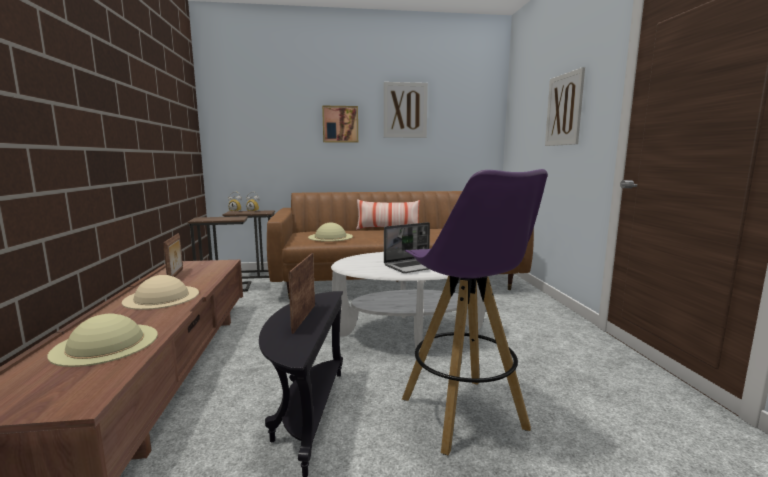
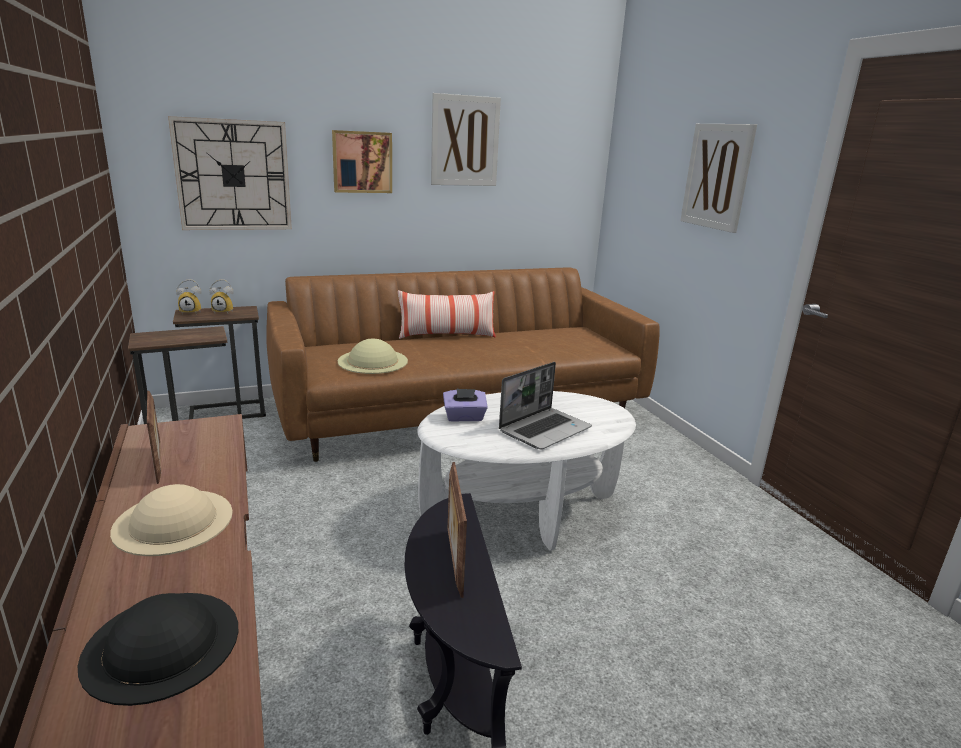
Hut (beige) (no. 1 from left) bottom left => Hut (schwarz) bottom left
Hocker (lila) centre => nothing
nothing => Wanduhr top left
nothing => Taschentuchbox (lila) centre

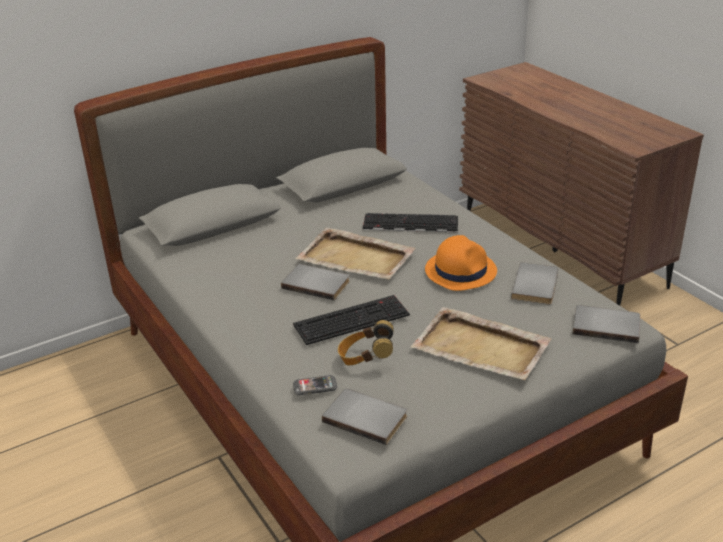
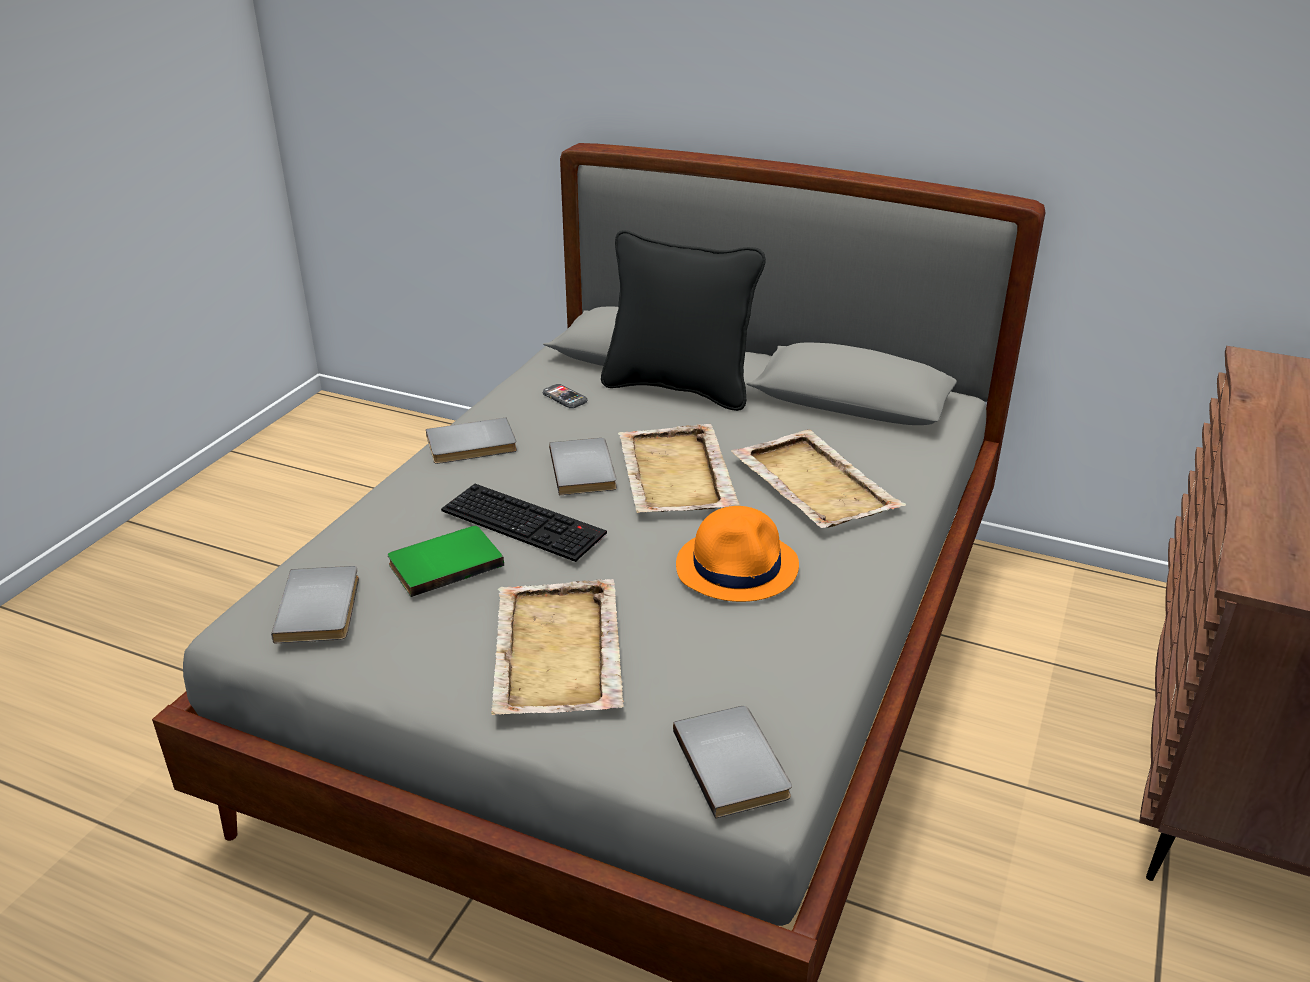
Handy bottom centre => Handy centre, relocated
Kopfhörer centre => Buch (grün) centre
Tastatur (no. 2 from left) centre => Tablett (beige) (no. 3 from left) centre
Buch (grau) (no. 3 from left in the first image) middle right => Buch (grau) (no. 2 from left) centre, relocated
nothing => Kissen (schwarz) top centre

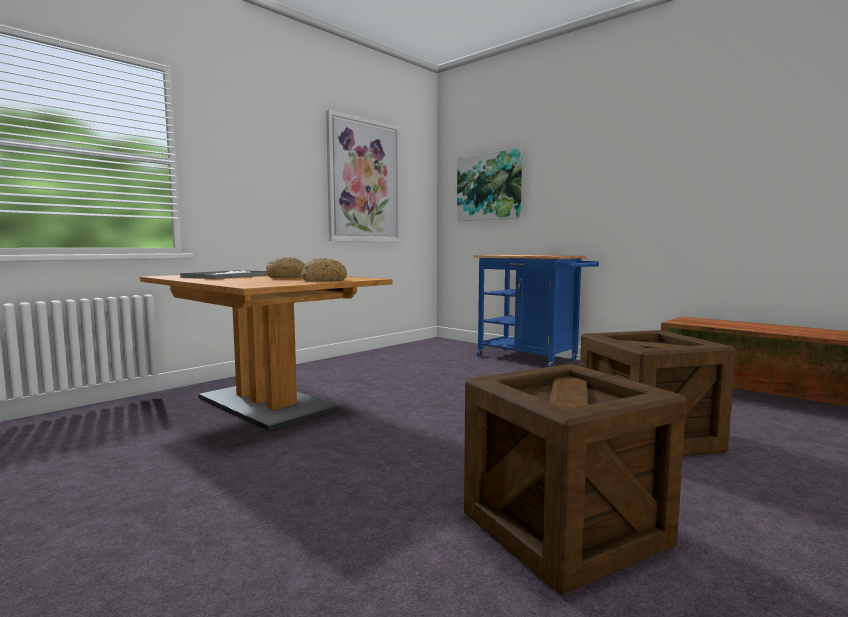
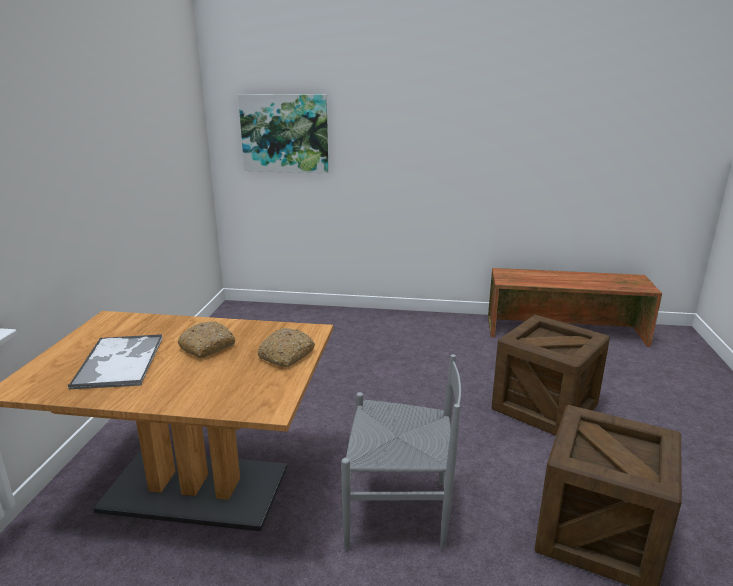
Bild (no. 1 from left) top centre => nothing
Rollwagen (blau) centre => nothing
nothing => Stuhl (grau) bottom centre

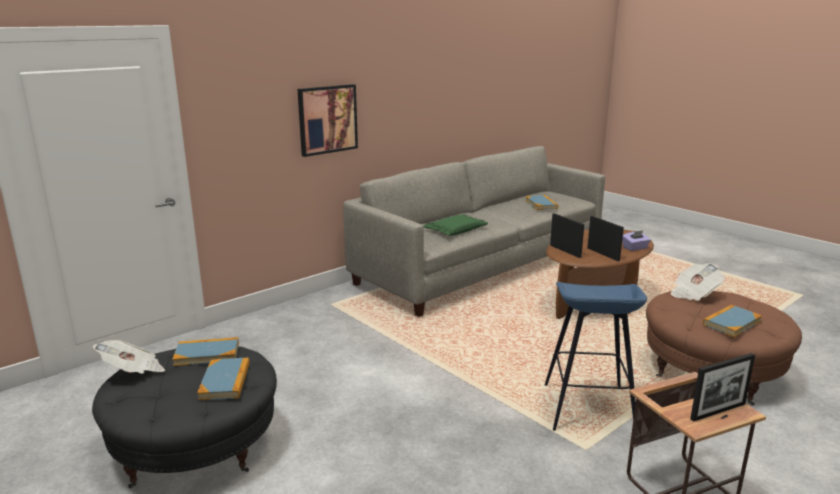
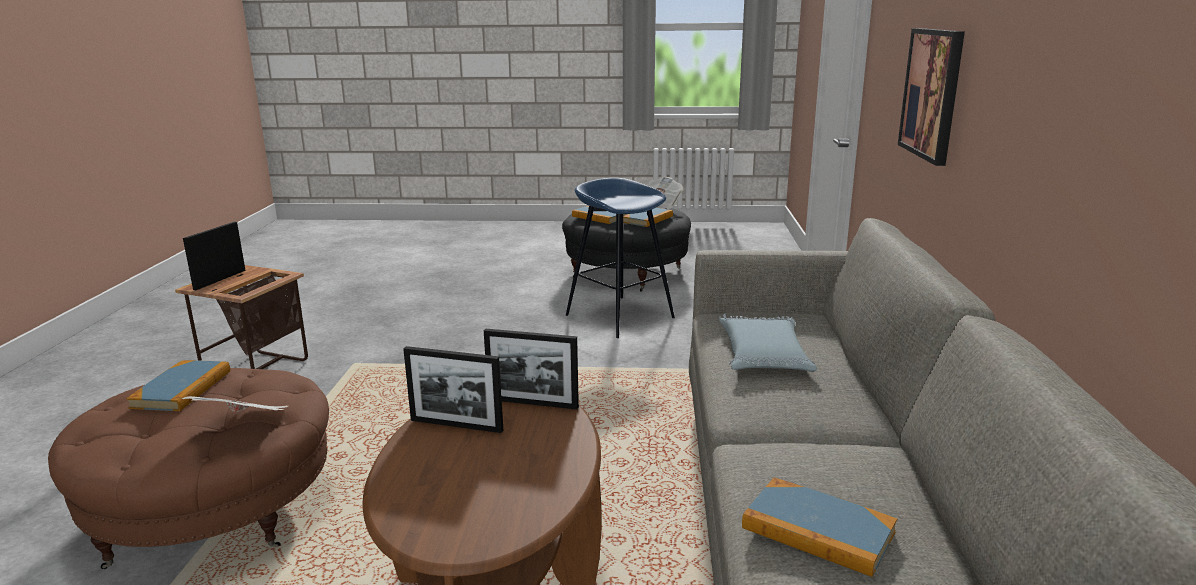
Kissen (grün) centre => Kissen (blau) centre
Hocker (blau) bottom right => Hocker (blau) centre, relocated
Taschentuchbox (lila) middle right => nothing

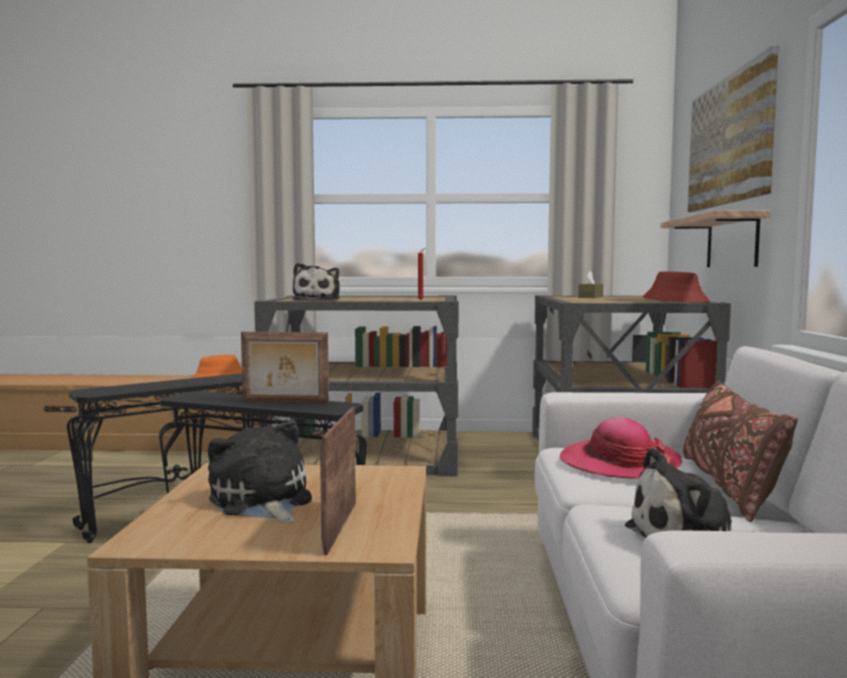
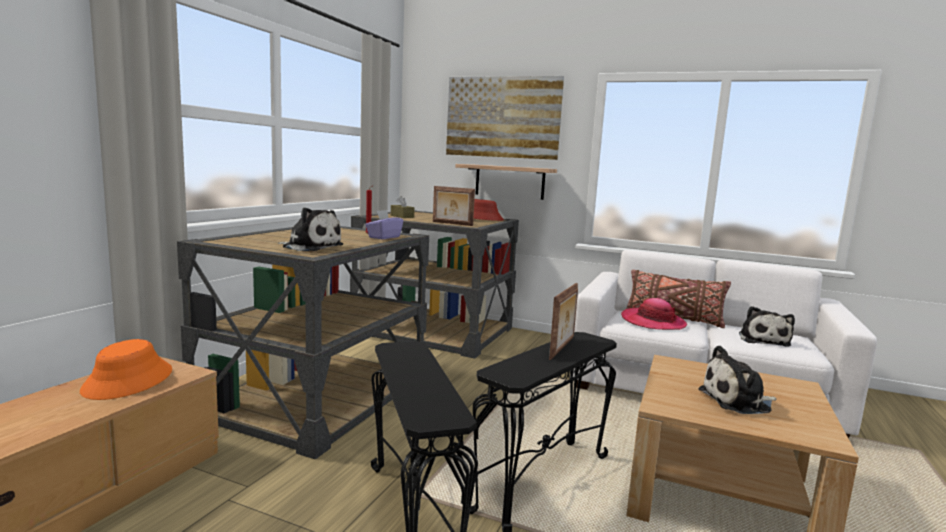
Bilderrahmen (no. 2 from left in the first image) bottom centre => Bilderrahmen (no. 1 from left) centre, relocated
nothing => Taschentuchbox (lila) centre

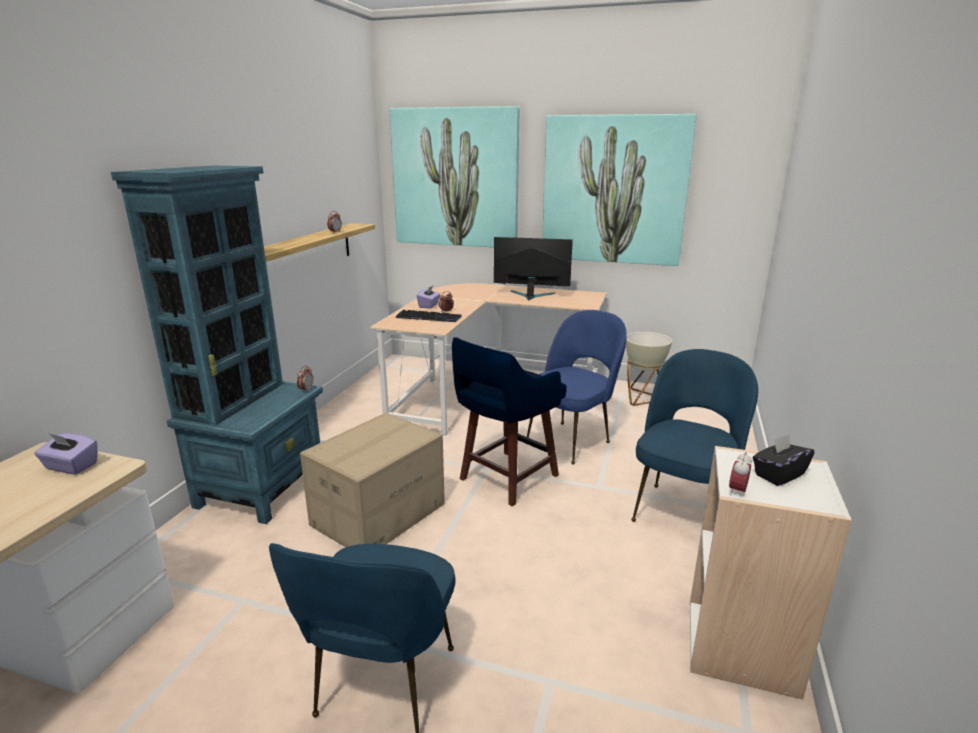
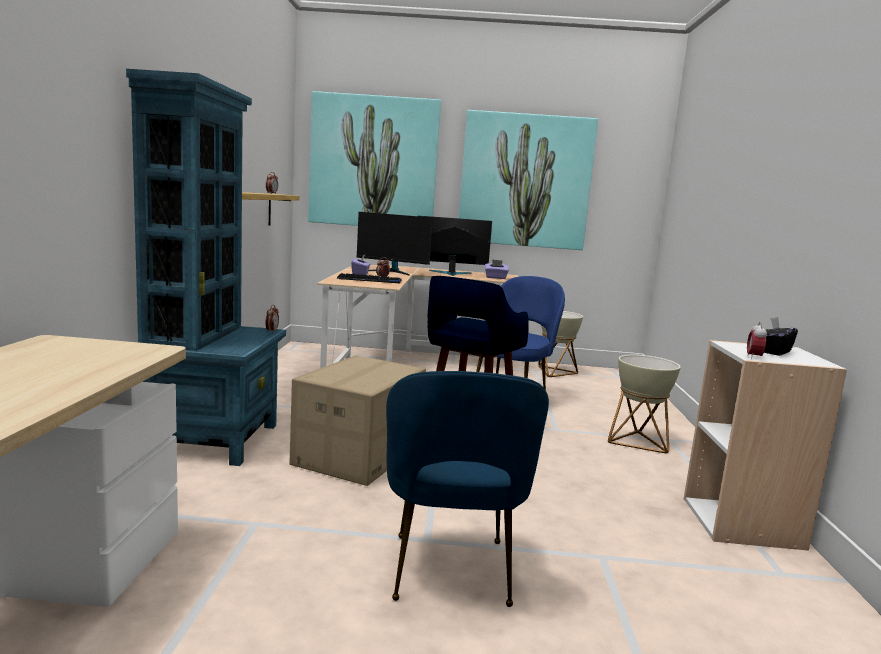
Taschentuchbox (lila) (no. 1 from left in the first image) middle left => Taschentuchbox (lila) (no. 2 from left) centre, relocated
Stuhl (blau) (no. 3 from left) middle right => Pflanzkübel (no. 2 from left) middle right
nothing => Monitor (no. 1 from left) centre

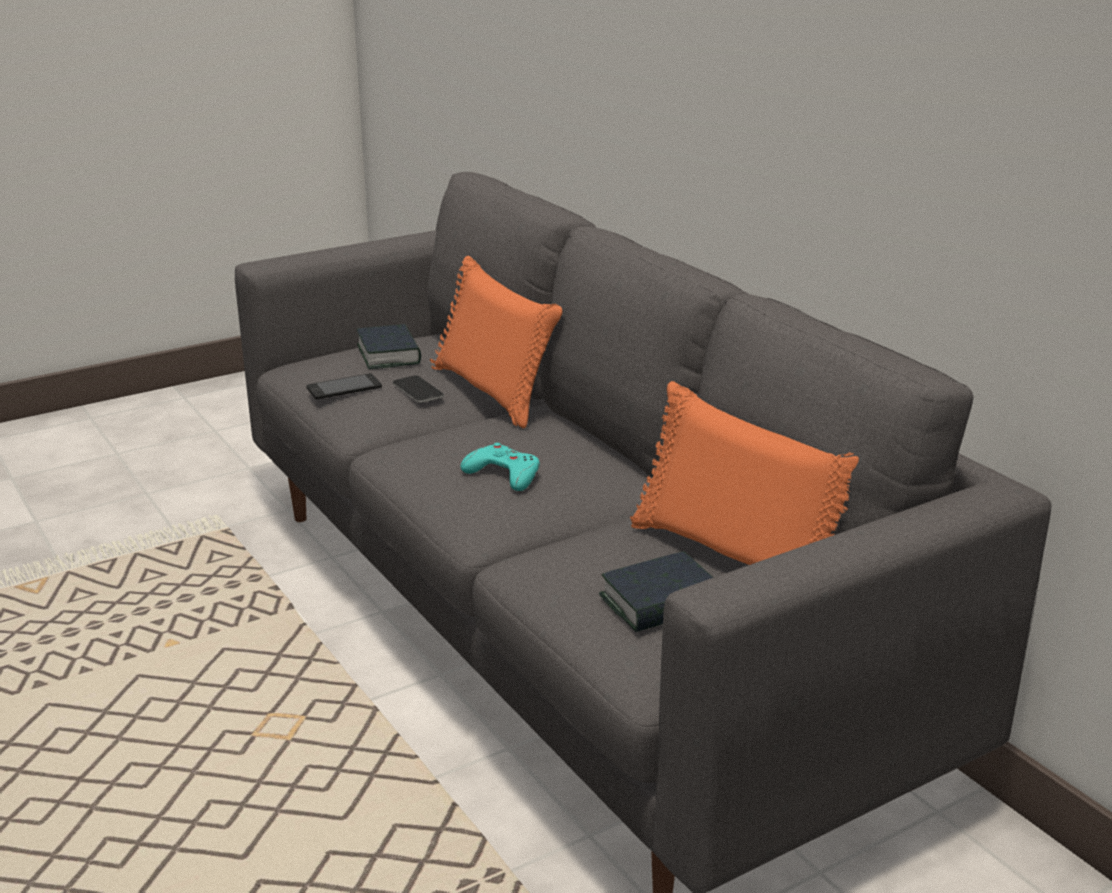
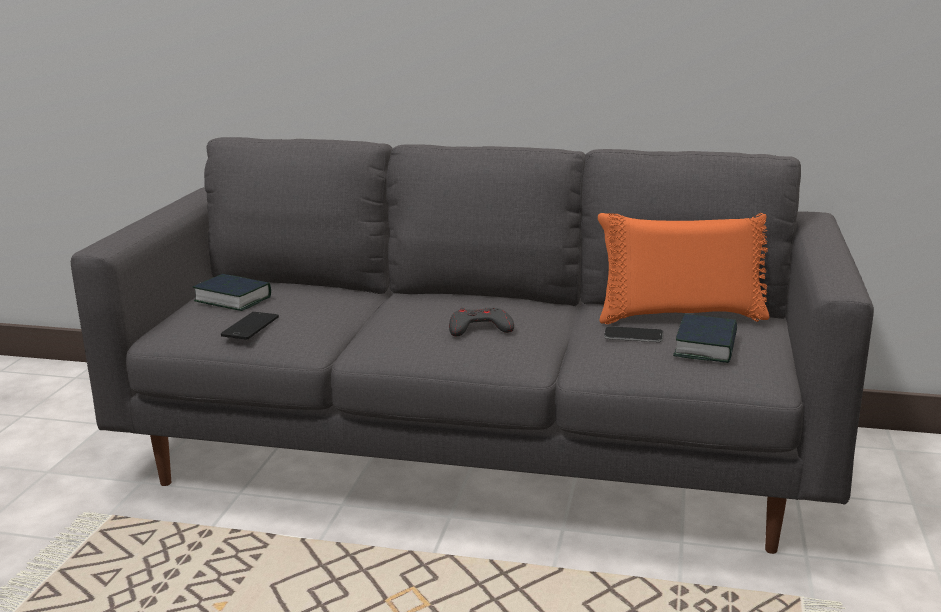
Handy (no. 2 from left) centre => Handy (no. 2 from left) middle right, relocated
Kissen (orange) (no. 1 from left) centre => nothing
Gamepad (türkis) centre => Gamepad (grau) centre

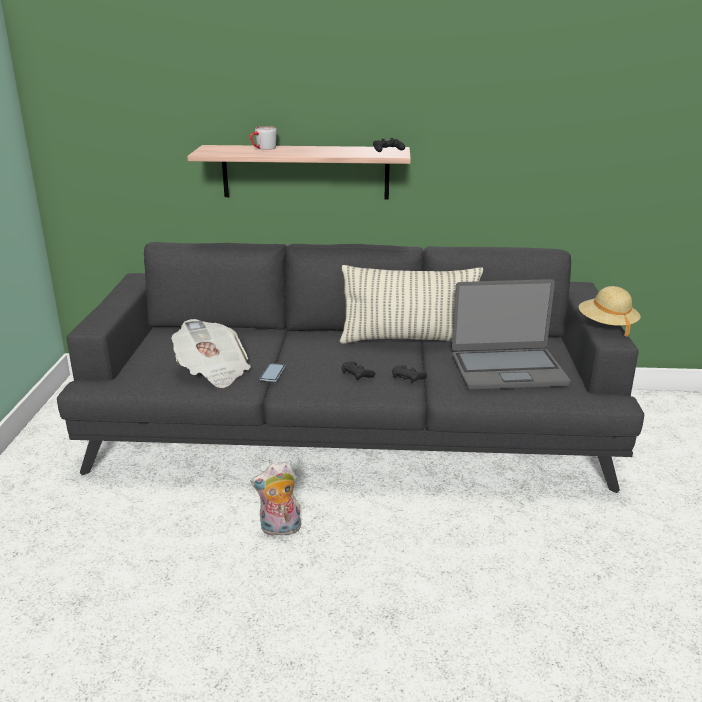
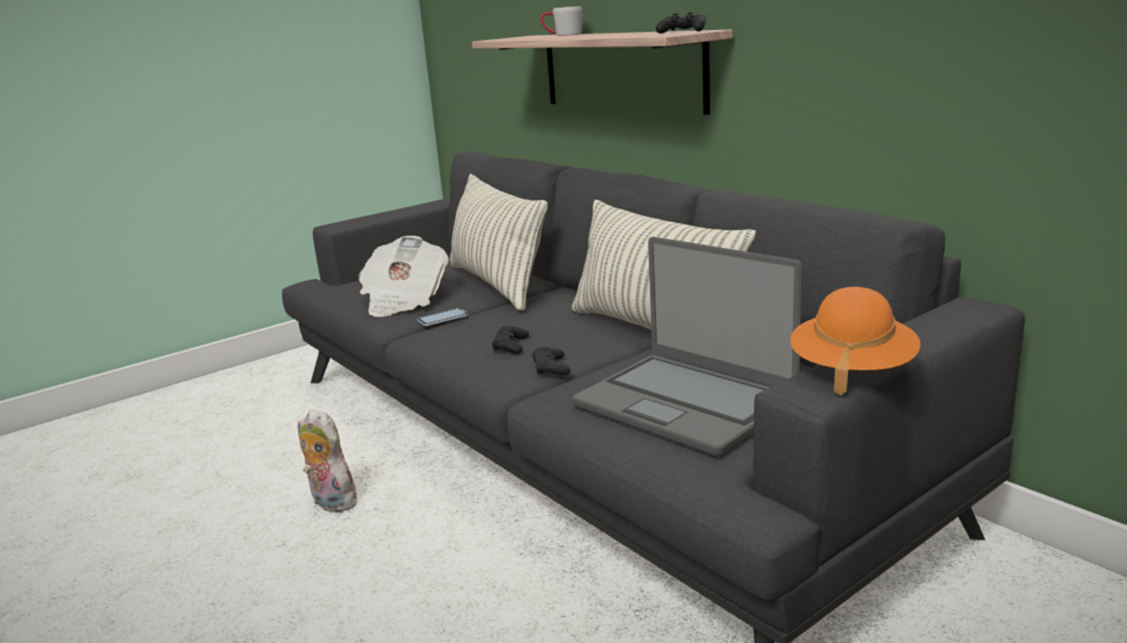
Hut (beige) middle right => Hut (orange) middle right
nothing => Kissen (no. 1 from left) centre

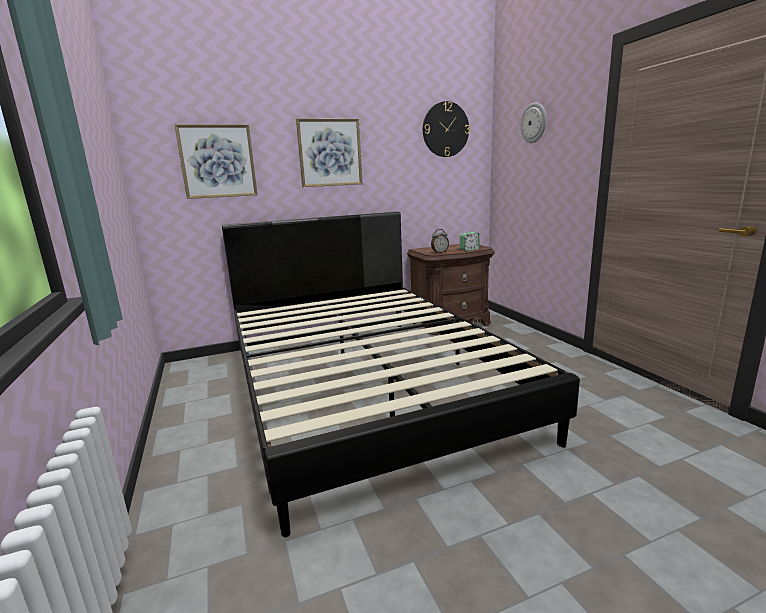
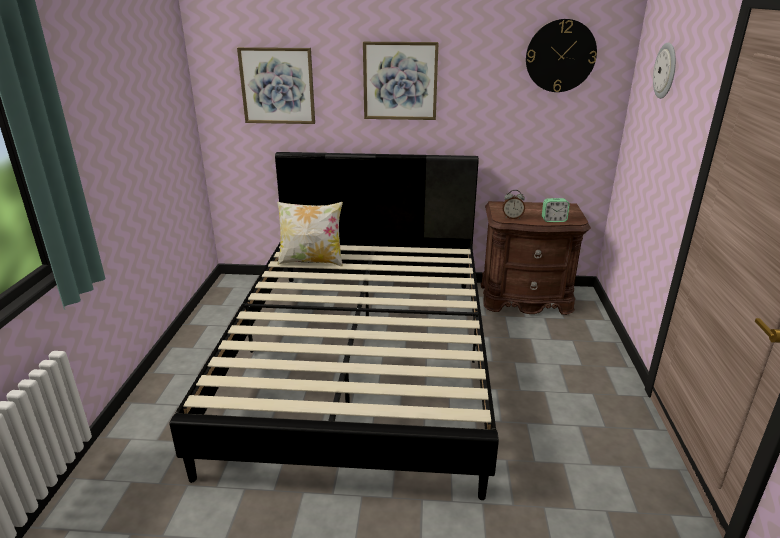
nothing => Kissen centre

